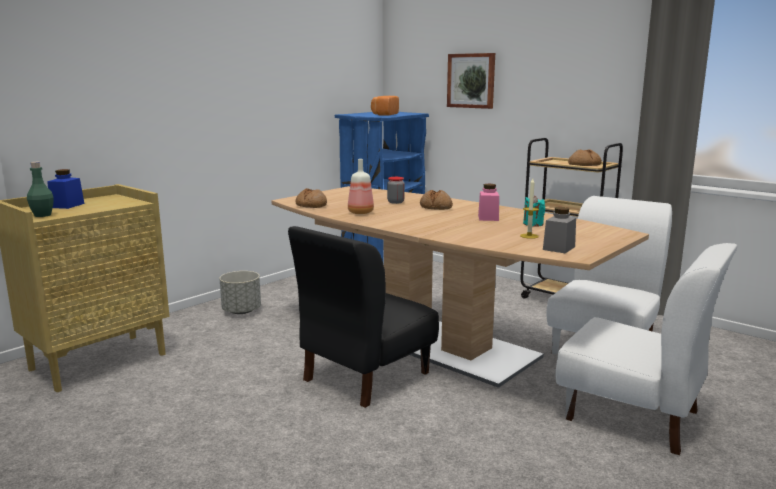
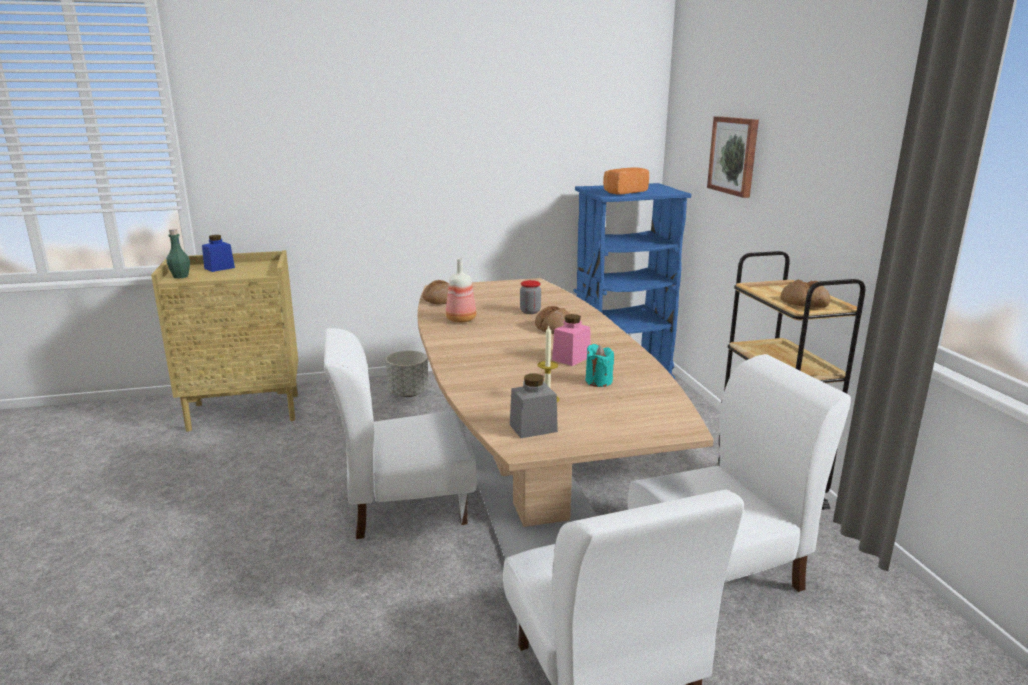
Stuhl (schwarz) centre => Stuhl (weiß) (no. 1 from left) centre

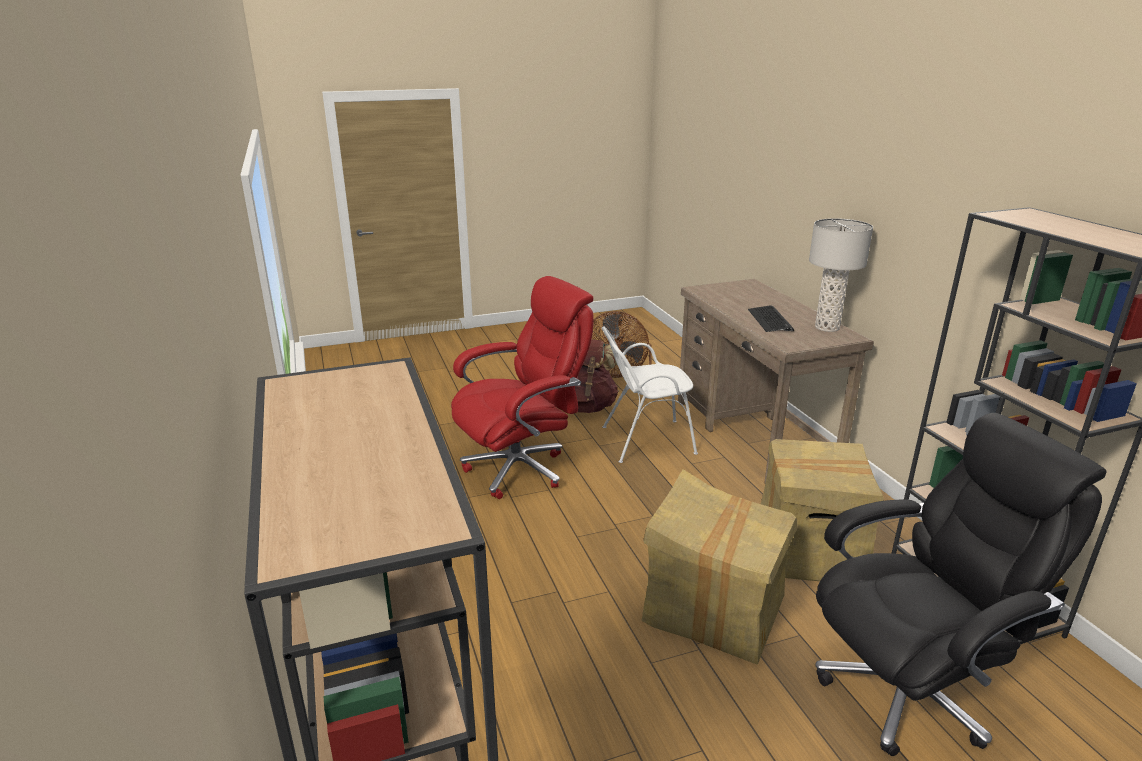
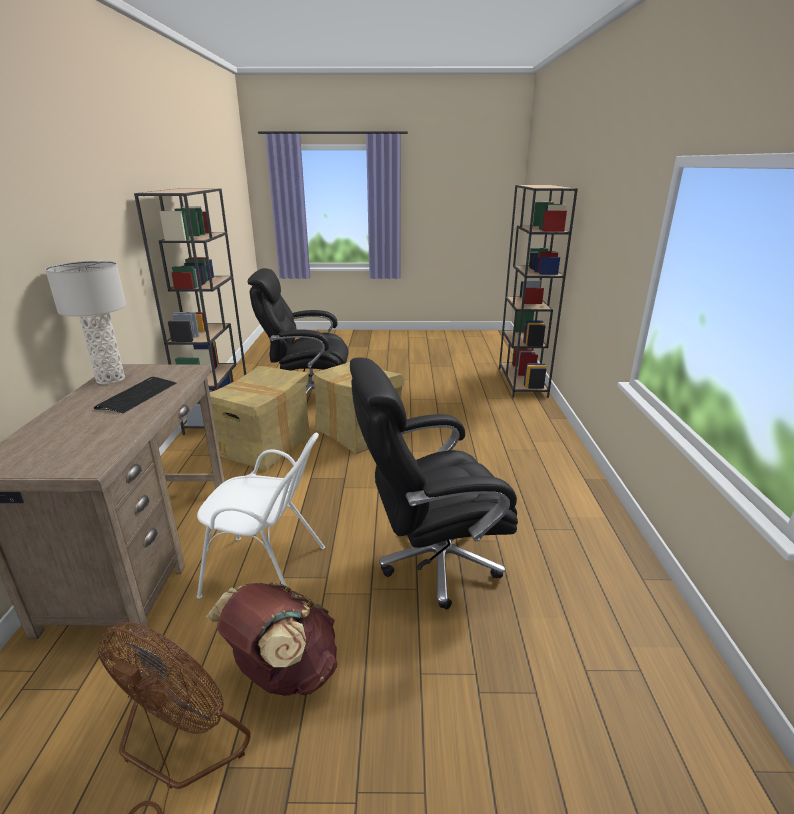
Bürostuhl (rot) centre => Bürostuhl (schwarz) (no. 2 from left) centre

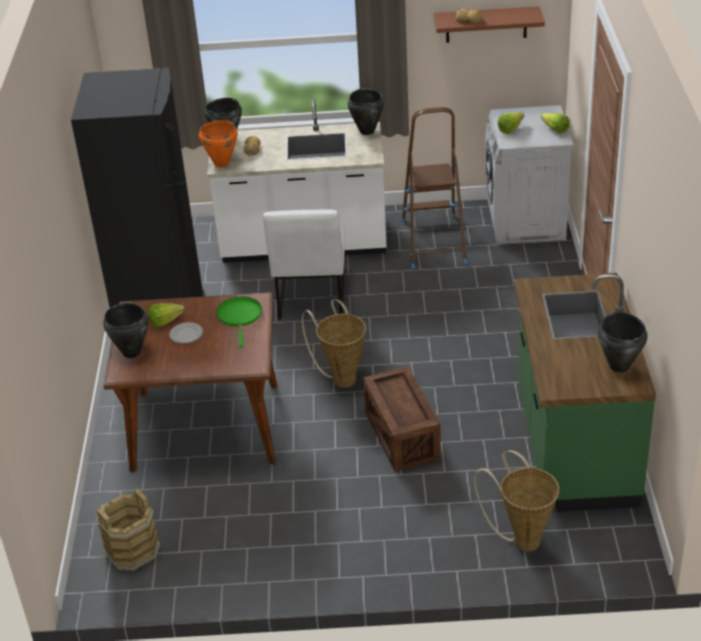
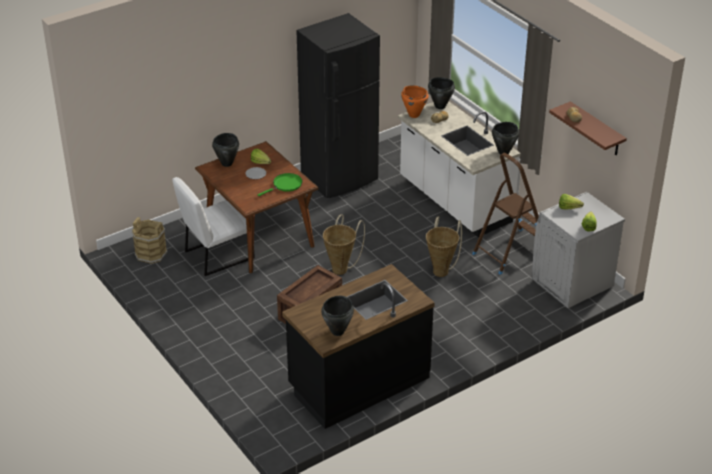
Stuhl (weiß) centre => Stuhl (weiß) middle left, relocated
Korb (no. 2 from left) bottom right => Korb (no. 2 from left) centre, relocated
Küchenzeile (grün) middle right => Küchenzeile (schwarz) bottom centre

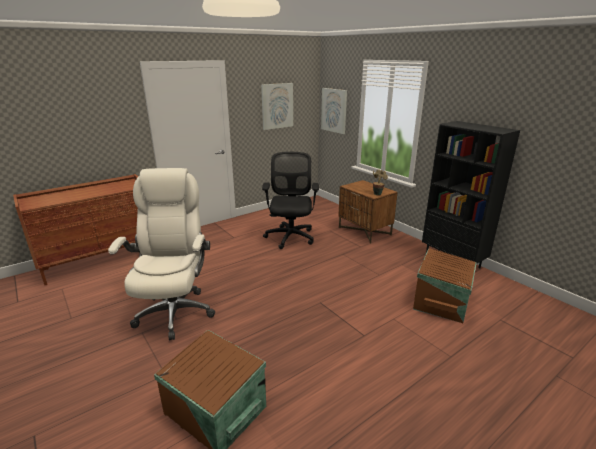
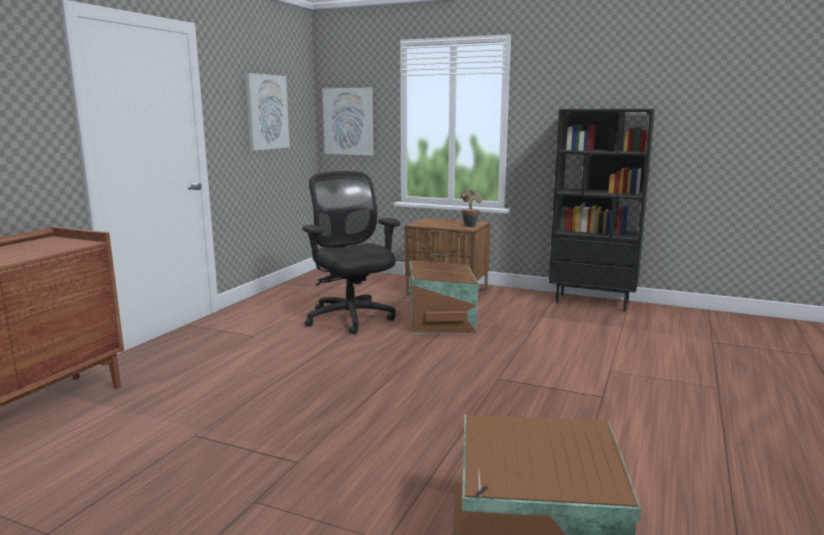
Bürostuhl (weiß) middle left => nothing
Aufbewahrungsbox (braun) (no. 2 from left in the first image) middle right => Aufbewahrungsbox (braun) (no. 1 from left) centre, relocated

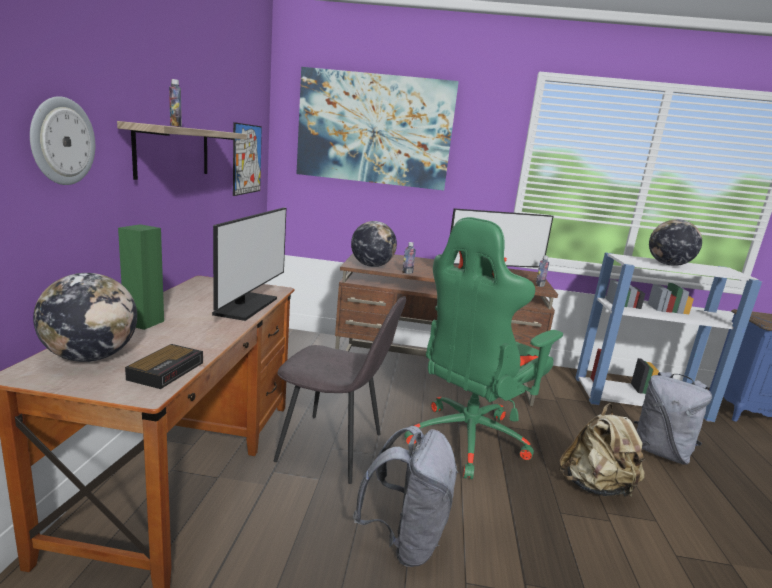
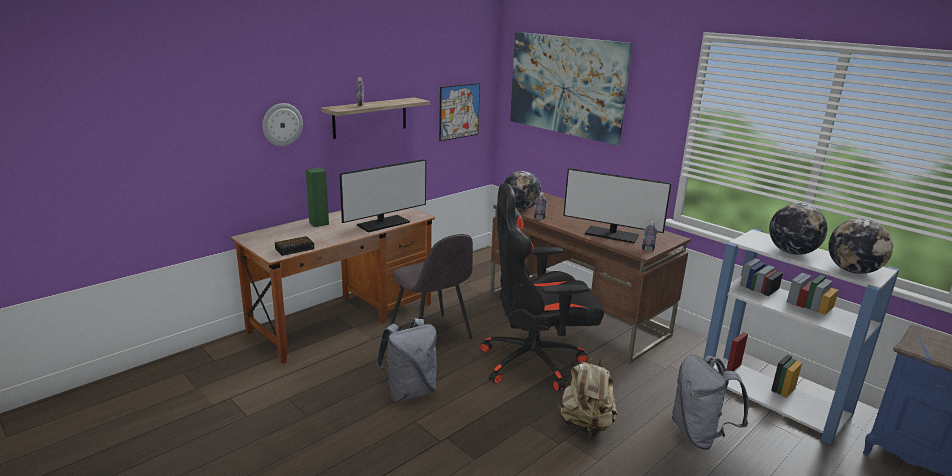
Globus (no. 1 from left in the first image) middle left => Globus (no. 3 from left) middle right, relocated
Bürostuhl (grün) centre => Bürostuhl (schwarz) centre

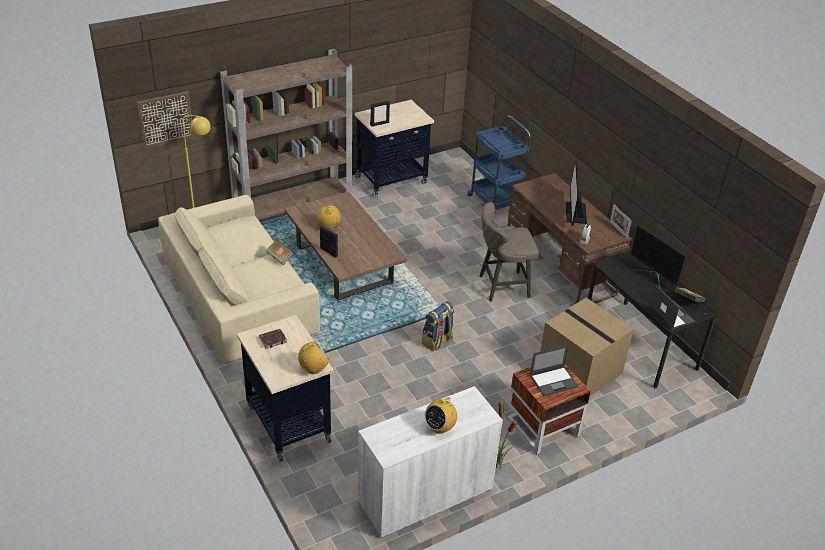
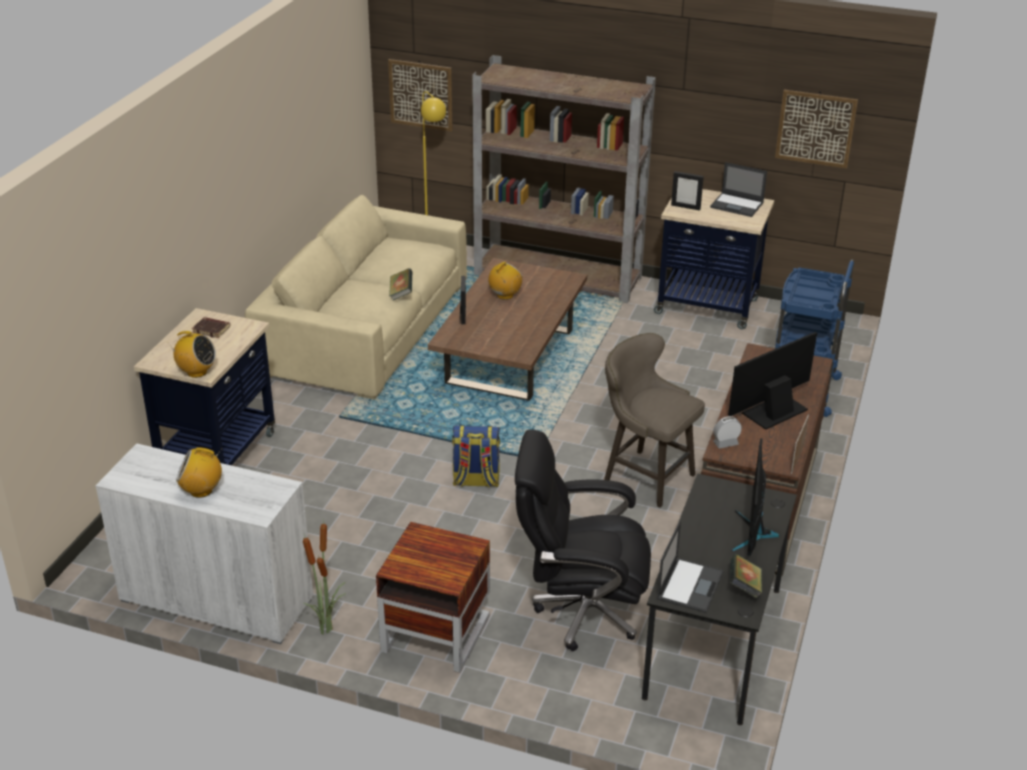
Laptop (no. 1 from left in the first image) bottom right => Laptop (no. 2 from left) top right, relocated
Karton middle right => Bürostuhl (schwarz) bottom centre
nothing => Bild (no. 2 from left) top right

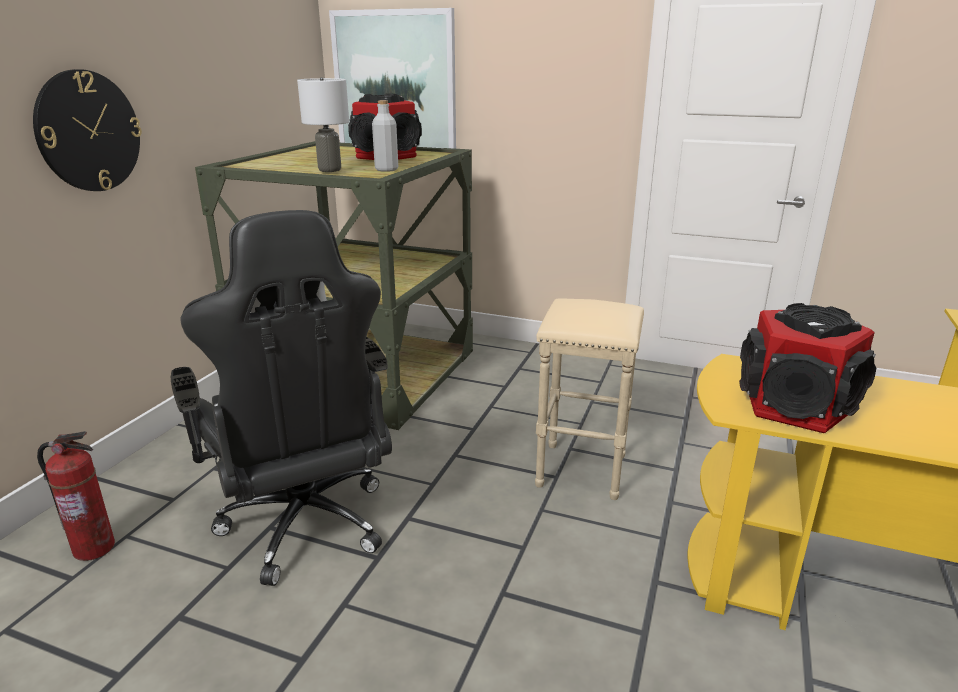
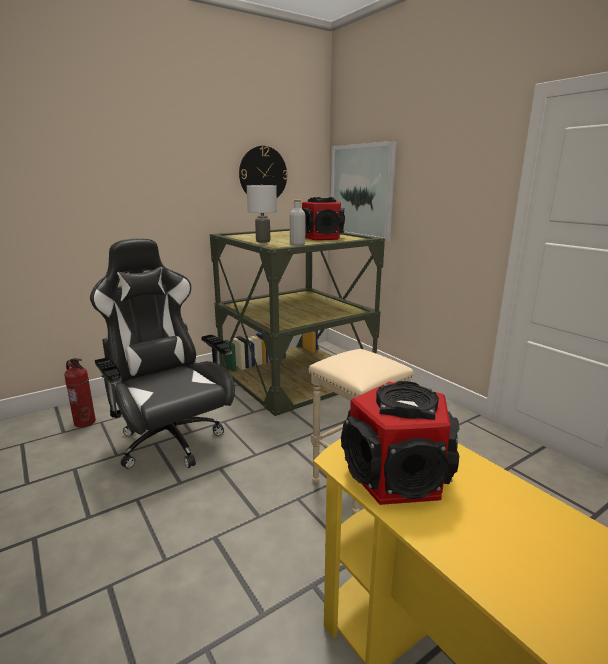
Wanduhr top left => Wanduhr top centre, relocated
Bürostuhl (schwarz) middle left, 135 degrees clockwise

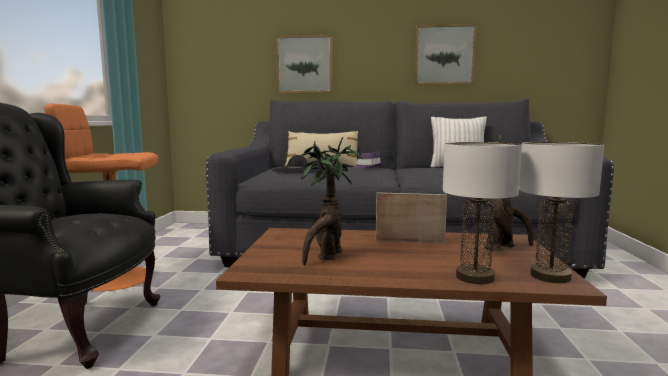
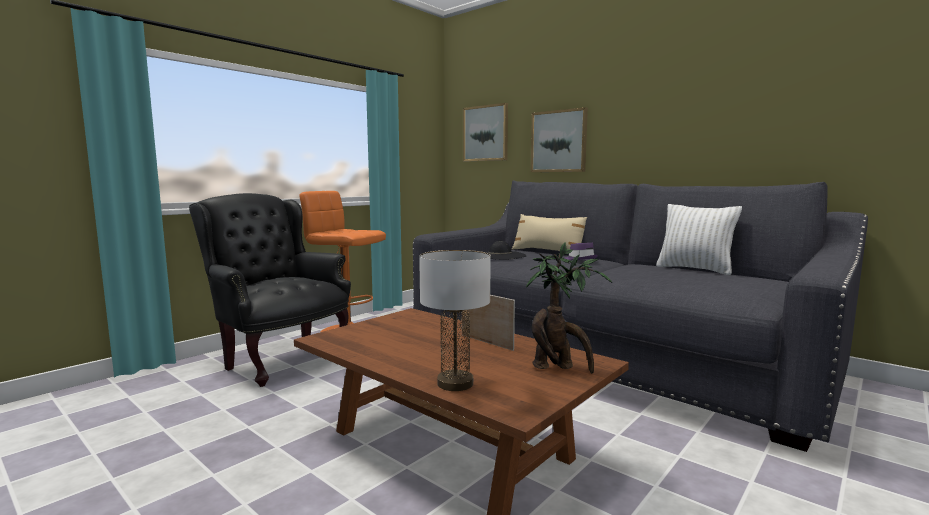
Topfpflanze (no. 1 from left) centre => nothing
Bild (no. 2 from left in the first image) top right => Bild (no. 1 from left) top centre, relocated
Tischlampe (no. 2 from left) middle right => nothing

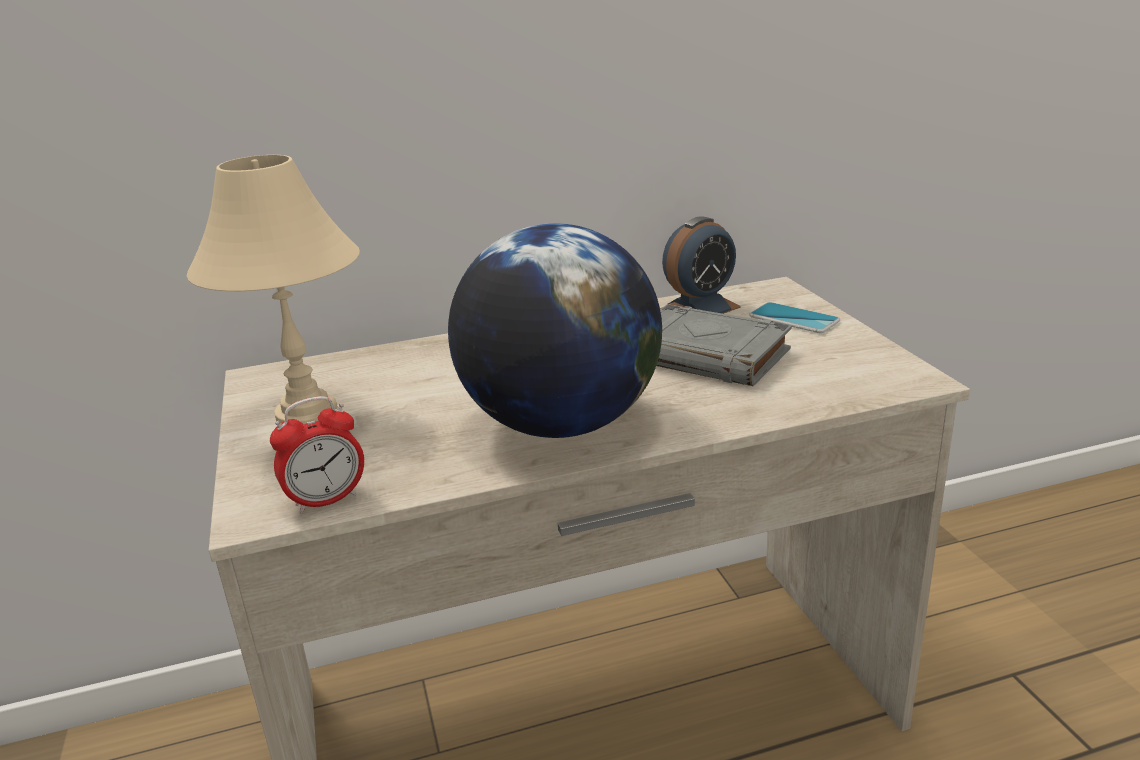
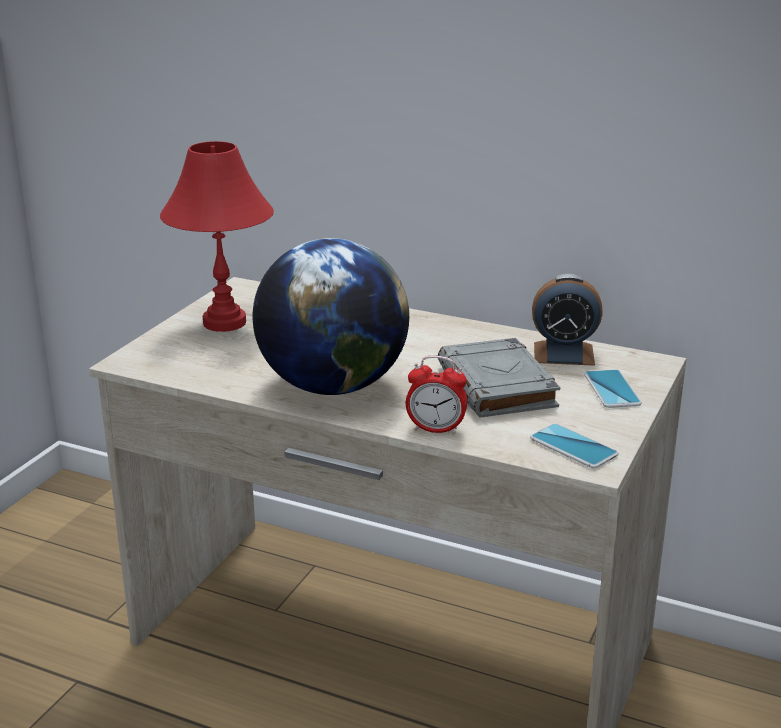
Tischlampe (beige) middle left => Tischlampe (rot) top left
Wecker (no. 1 from left) middle left => Wecker (no. 1 from left) centre, relocated
nothing => Handy (no. 1 from left) middle right

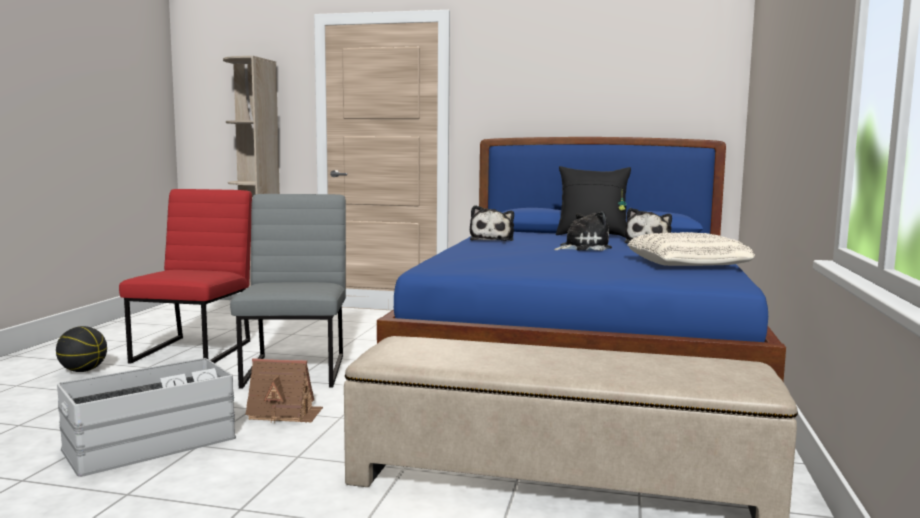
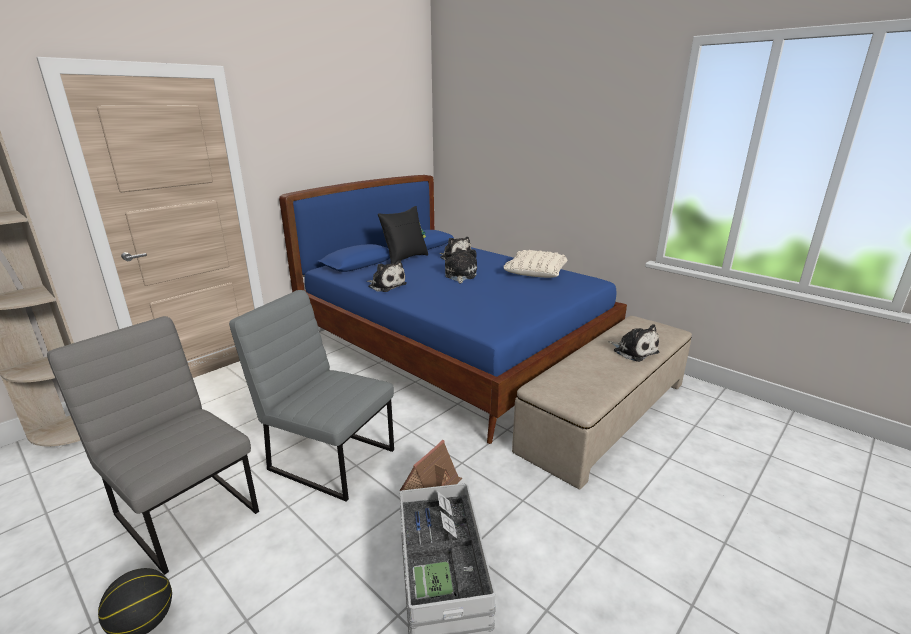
Stuhl (rot) middle left => Stuhl (grau) (no. 1 from left) bottom left
nothing => Plüschtier (no. 4 from left) middle right

